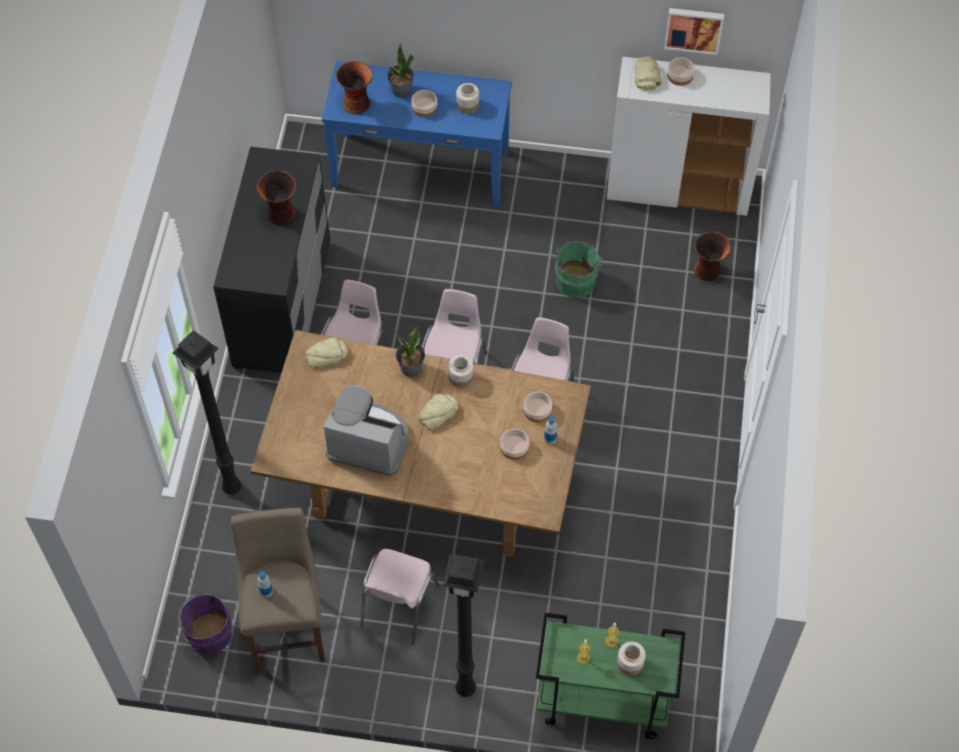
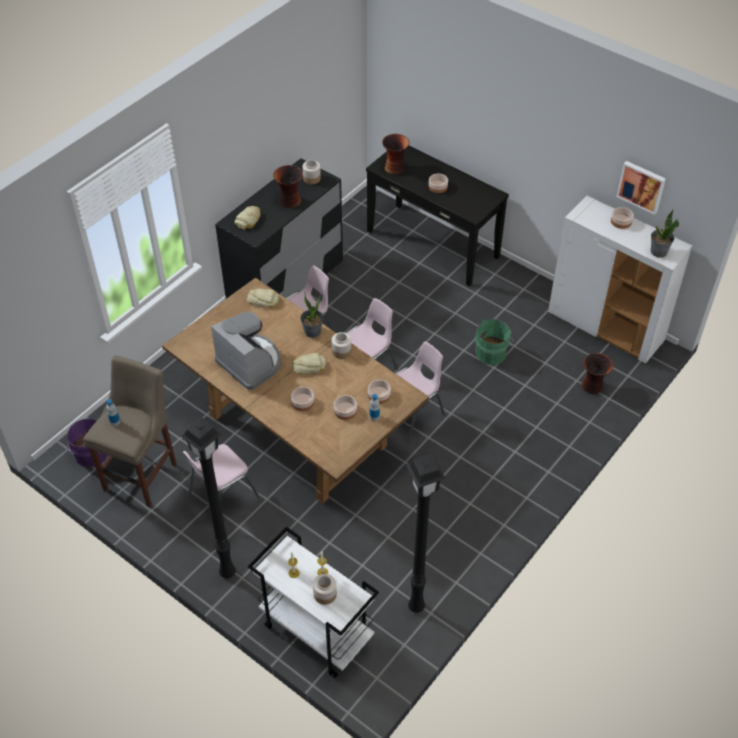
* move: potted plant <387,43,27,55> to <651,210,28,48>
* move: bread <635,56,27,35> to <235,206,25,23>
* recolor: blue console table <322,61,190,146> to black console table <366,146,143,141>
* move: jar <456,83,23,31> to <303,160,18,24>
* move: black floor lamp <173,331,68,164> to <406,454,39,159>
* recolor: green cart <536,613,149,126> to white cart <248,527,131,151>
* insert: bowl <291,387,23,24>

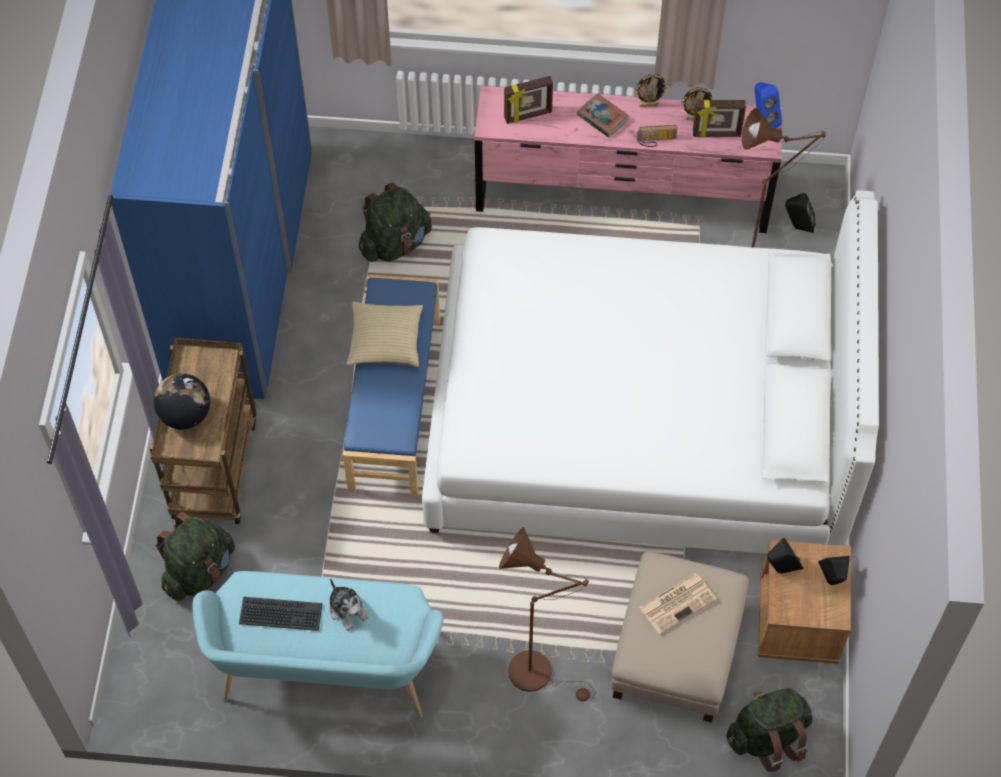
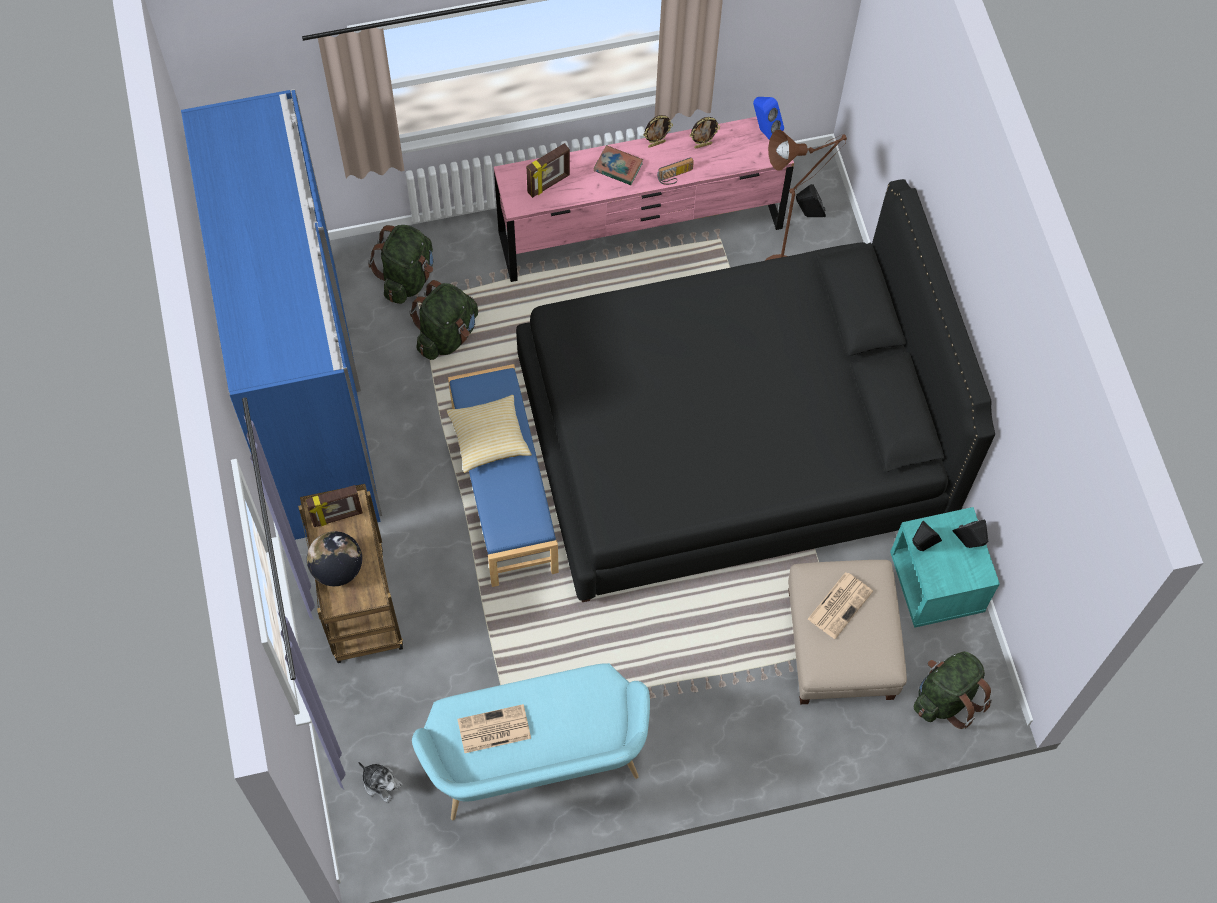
* move: picture frame <693,100,53,38> to <305,485,58,42>
* recolor: white bed <422,190,457,364> to black bed <516,179,479,423>
* move: green backpack <155,512,80,89> to <368,225,66,79>
* delete: brown floor lamp <499,527,97,174>
* recolor: brown nightstand <758,540,93,124> to turquoise nightstand <890,507,110,121>
* move: plush toy <329,578,40,53> to <358,761,45,42>
* replace: keyboard <239,597,84,34> to newspaper <457,704,74,49>

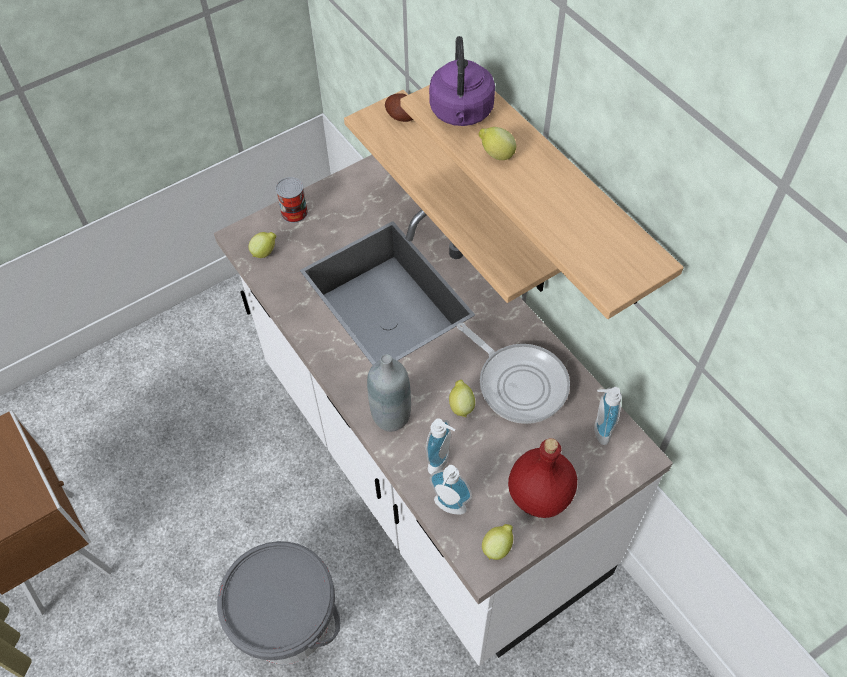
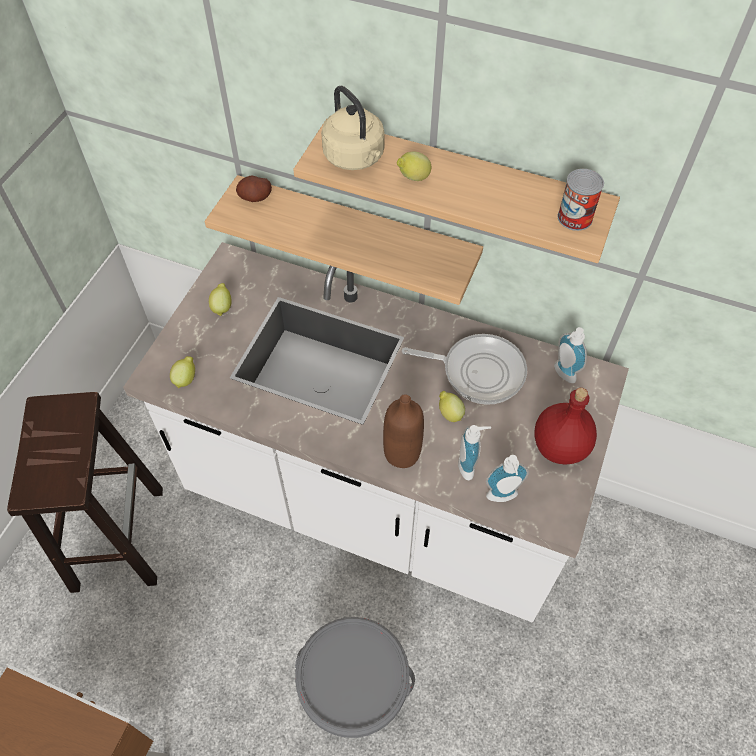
* recolor: purple kettle <429,36,66,90> to beige kettle <321,86,64,84>
* move: can <276,177,32,46> to <557,169,47,62>
* recolor: grey bottle <367,354,44,78> to brown bottle <383,394,41,74>
* move: lemon <482,524,31,36> to <209,283,23,33>
* insert: brown stool <7,392,156,201>

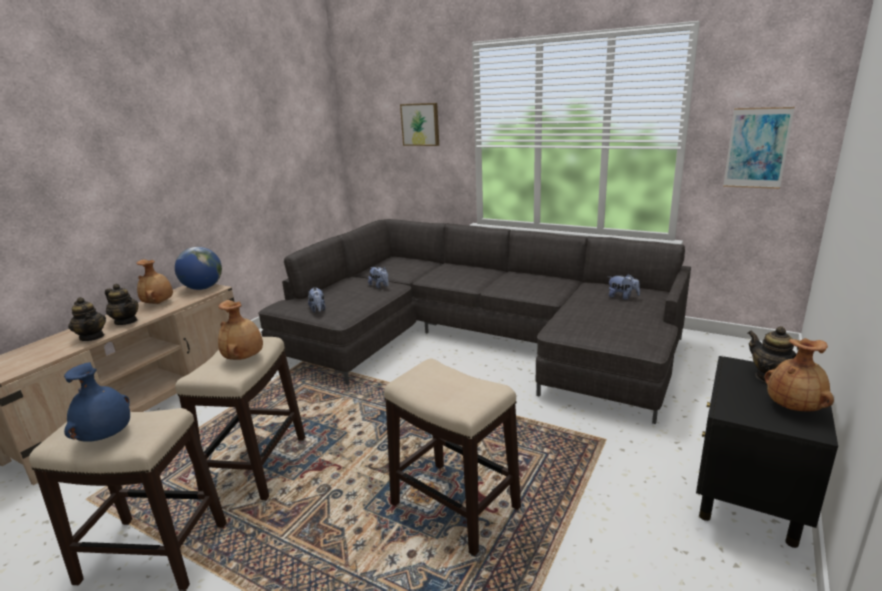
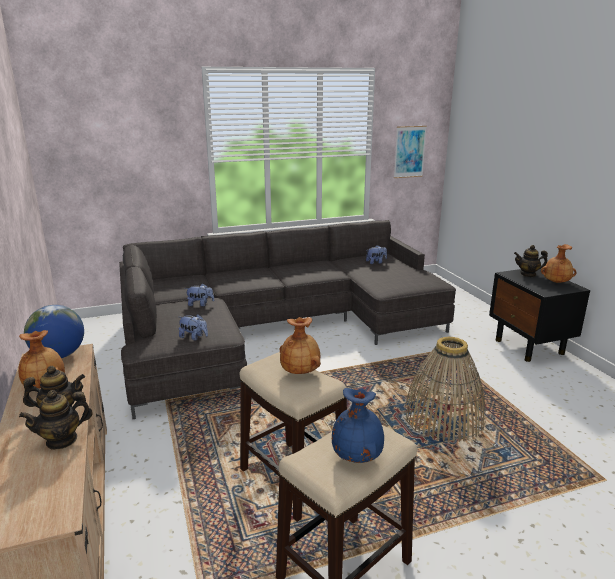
* delete: picture <400,103,39,43>
* rotate: teapot <68,297,38,44> = <19,390,74,60> 150 degrees clockwise
* replace: stool <384,359,137,197> to basket <404,337,82,105>

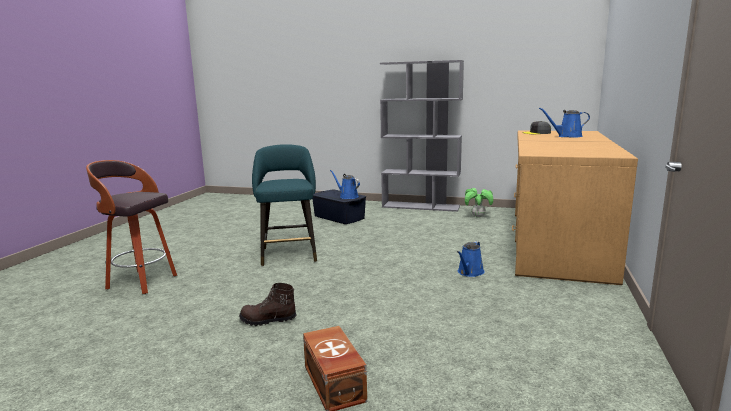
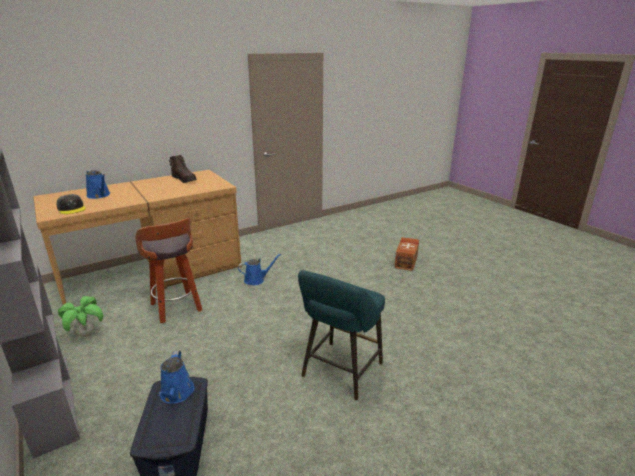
* move: stool <86,160,91,134> to <136,218,67,105>
* move: brown boot <239,283,58,43> to <169,155,28,28>

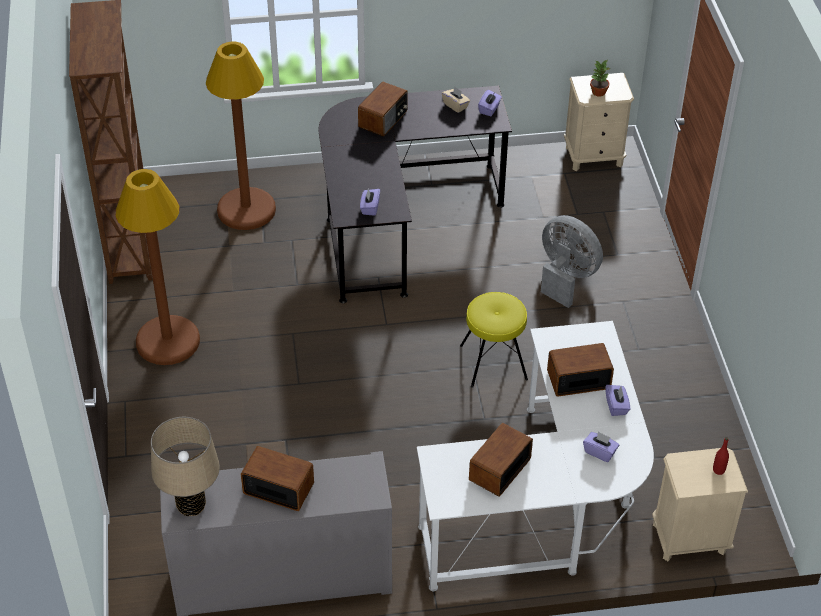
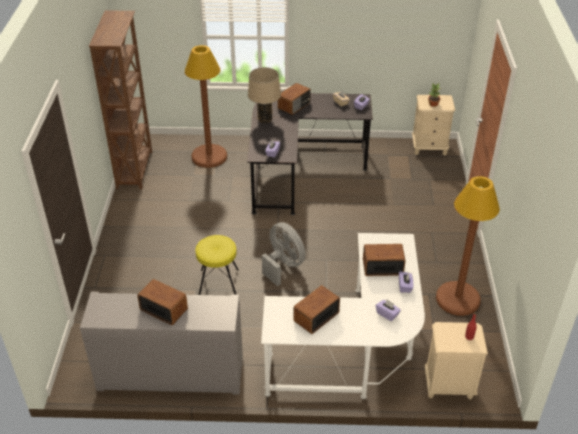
* move: brown floor lamp <115,169,85,196> to <436,176,64,140>
* move: grey fan <541,215,62,93> to <262,222,44,64>
* move: yellow stool <460,292,68,96> to <196,235,43,60>
* move: beige table lamp <151,417,69,99> to <248,67,33,56>

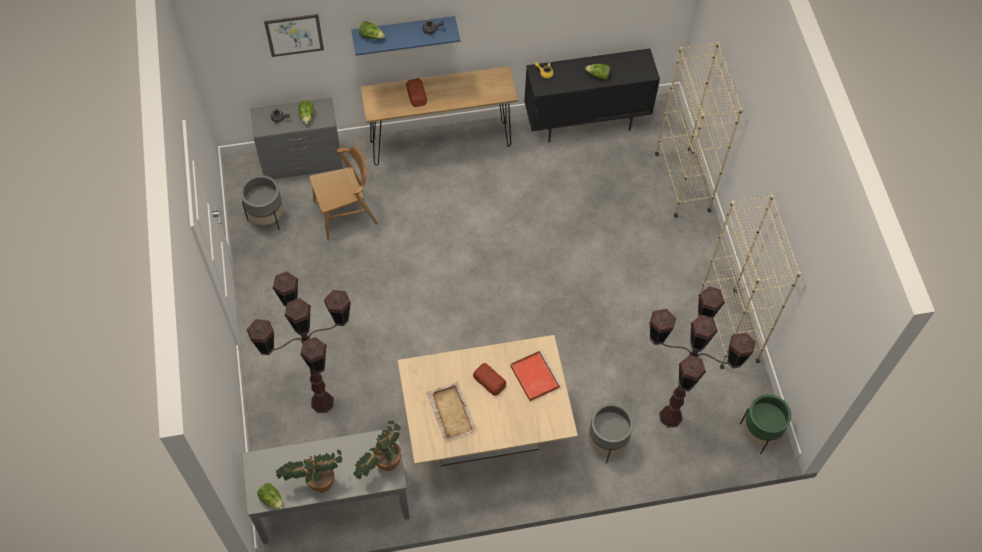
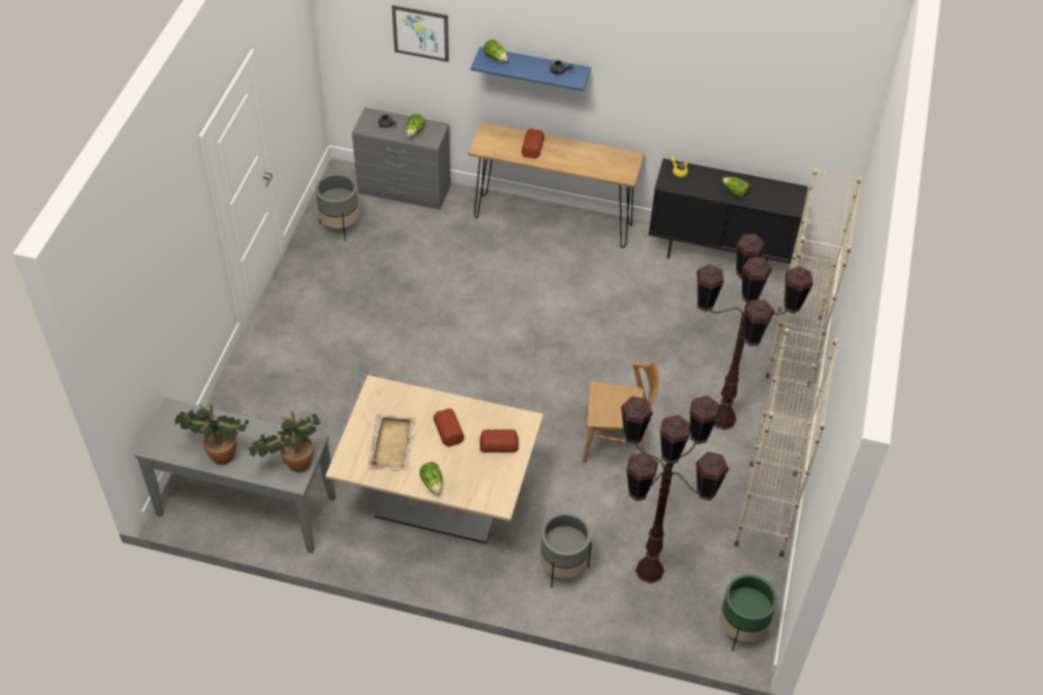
* move: brown chair <309,145,69,95> to <583,361,76,102>
* move: brown floor lamp <247,271,104,142> to <697,234,116,196>
* replace: red tray <510,350,51,51> to bread <480,429,39,23>
* move: lettuce <257,483,26,27> to <420,462,23,32>

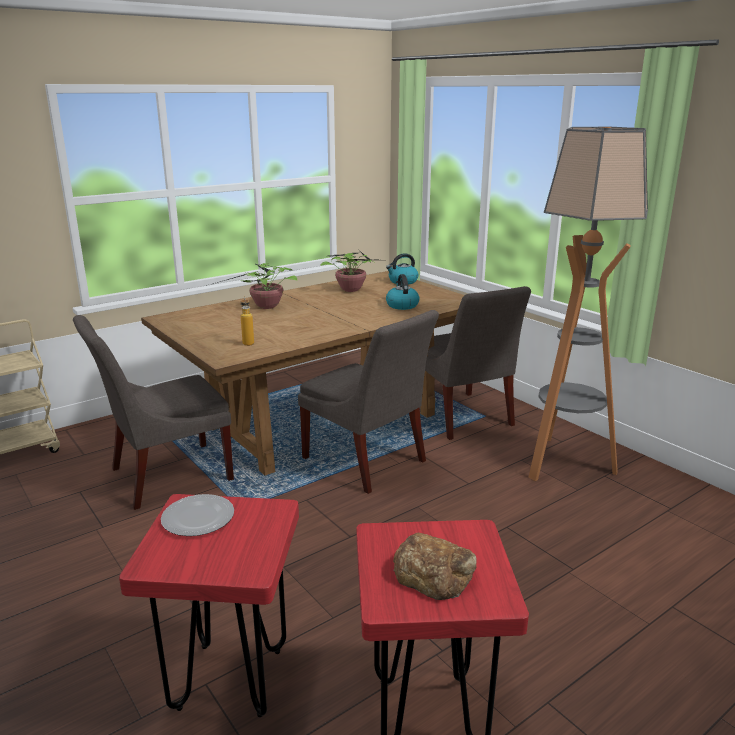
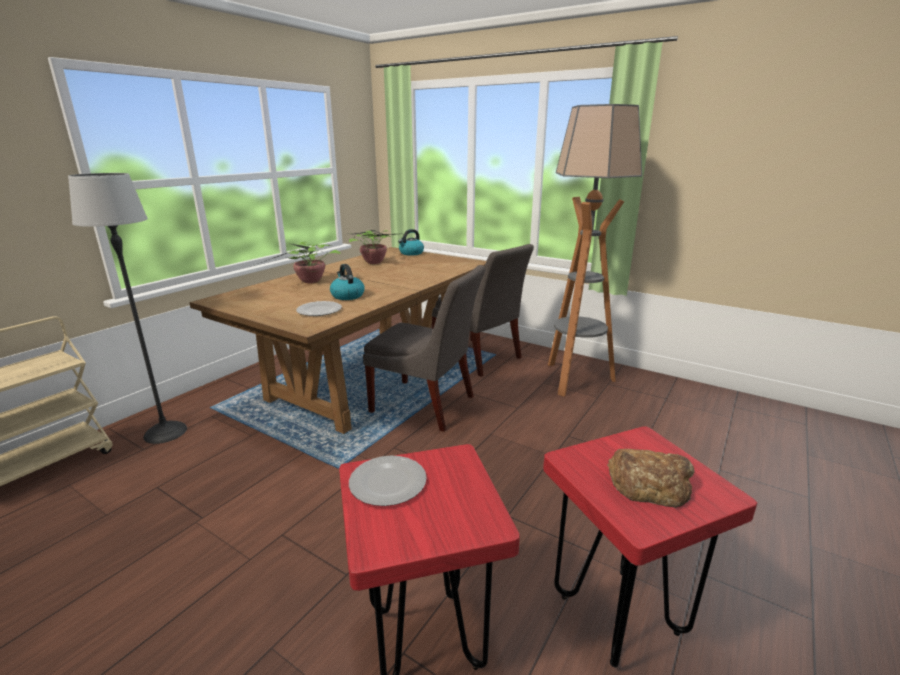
* move: kettle <386,274,34,36> to <330,264,35,36>
* replace: bottle <241,296,13,50> to plate <296,301,46,15>
* delete: grey chair <73,315,161,195>
* insert: floor lamp <68,173,119,271>

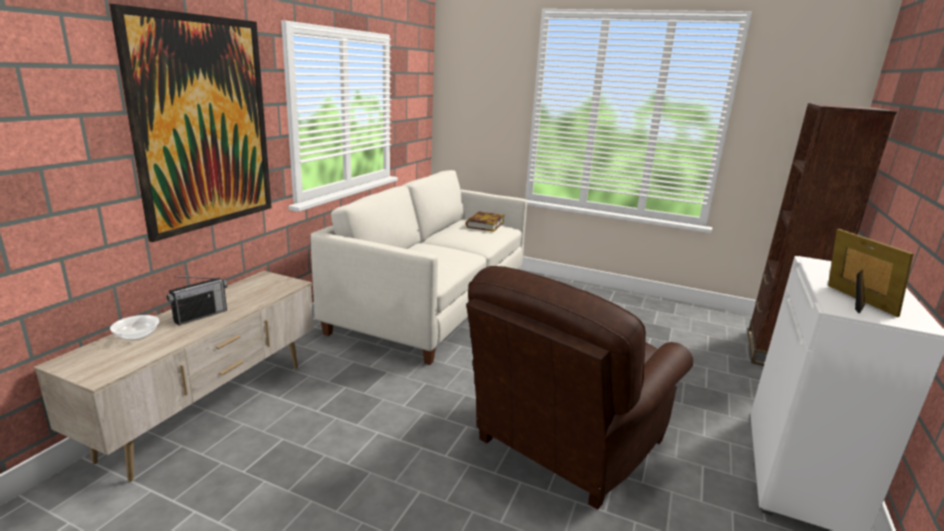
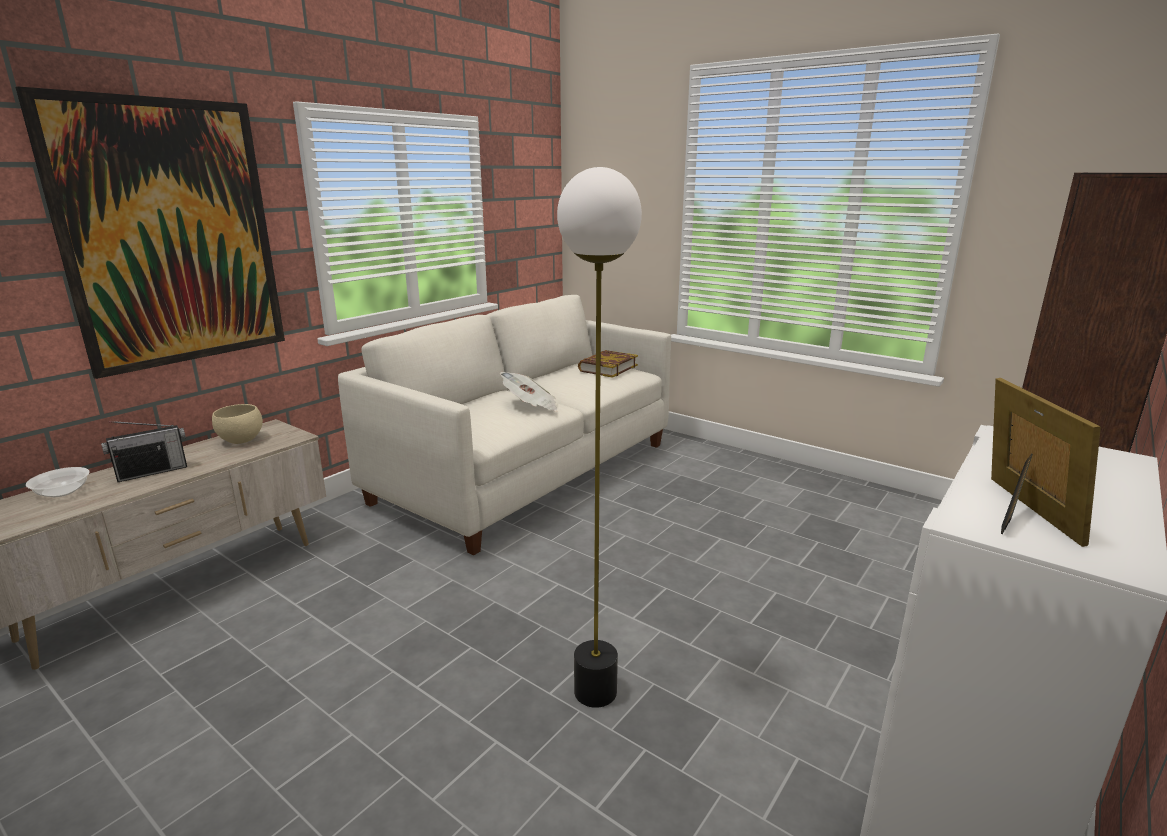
* replace: brown armchair <466,266,227,244> to floor lamp <557,167,85,541>
* insert: newspaper <500,372,57,39>
* insert: beige bowl <212,404,51,40>

